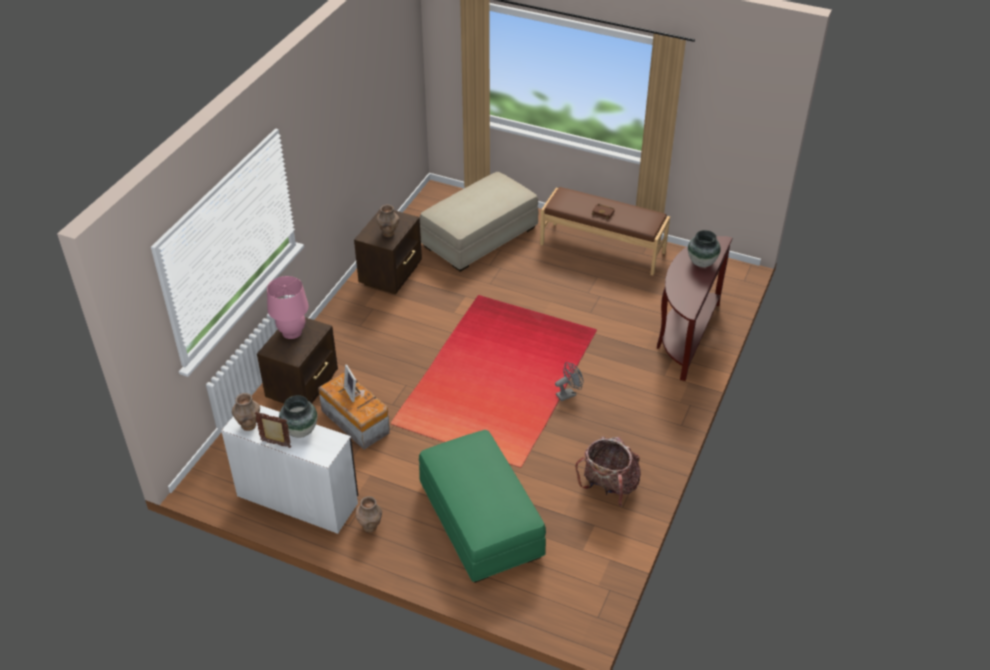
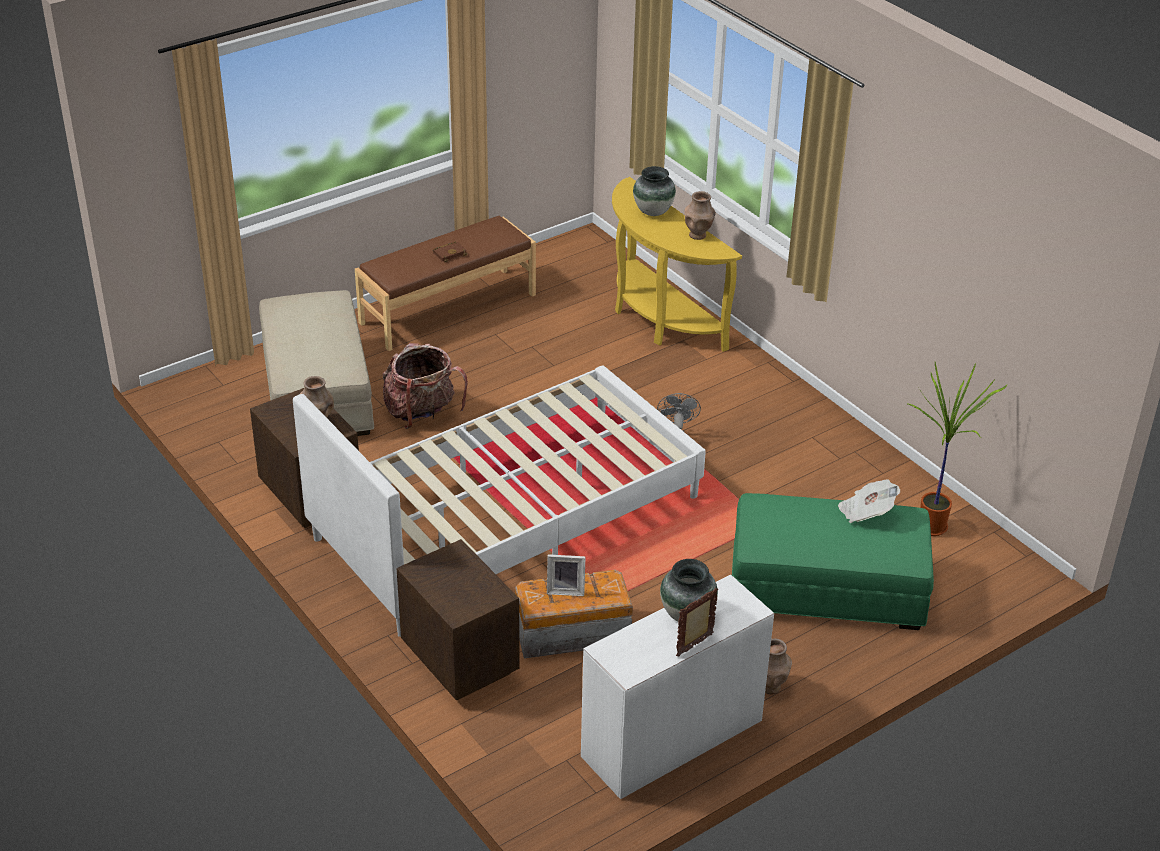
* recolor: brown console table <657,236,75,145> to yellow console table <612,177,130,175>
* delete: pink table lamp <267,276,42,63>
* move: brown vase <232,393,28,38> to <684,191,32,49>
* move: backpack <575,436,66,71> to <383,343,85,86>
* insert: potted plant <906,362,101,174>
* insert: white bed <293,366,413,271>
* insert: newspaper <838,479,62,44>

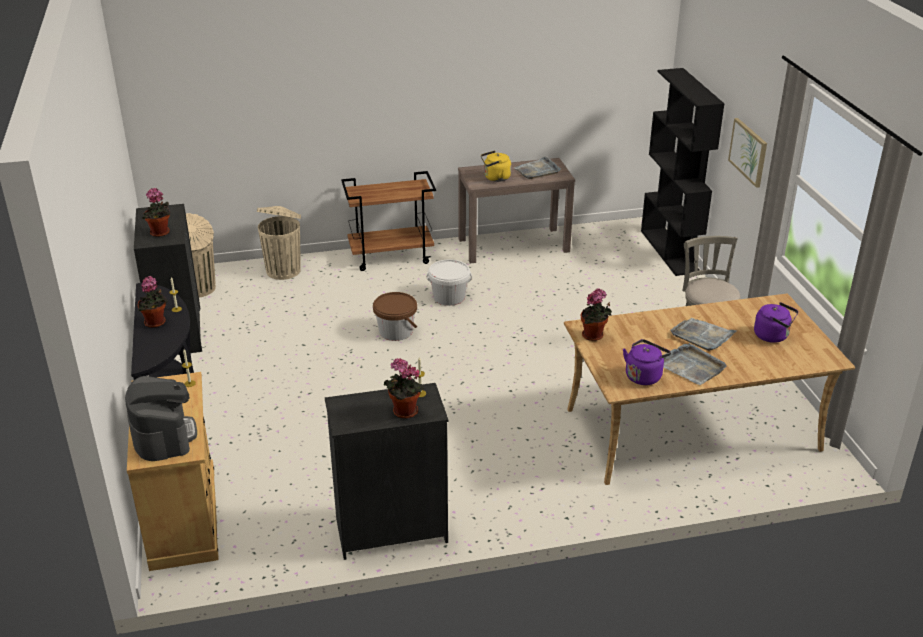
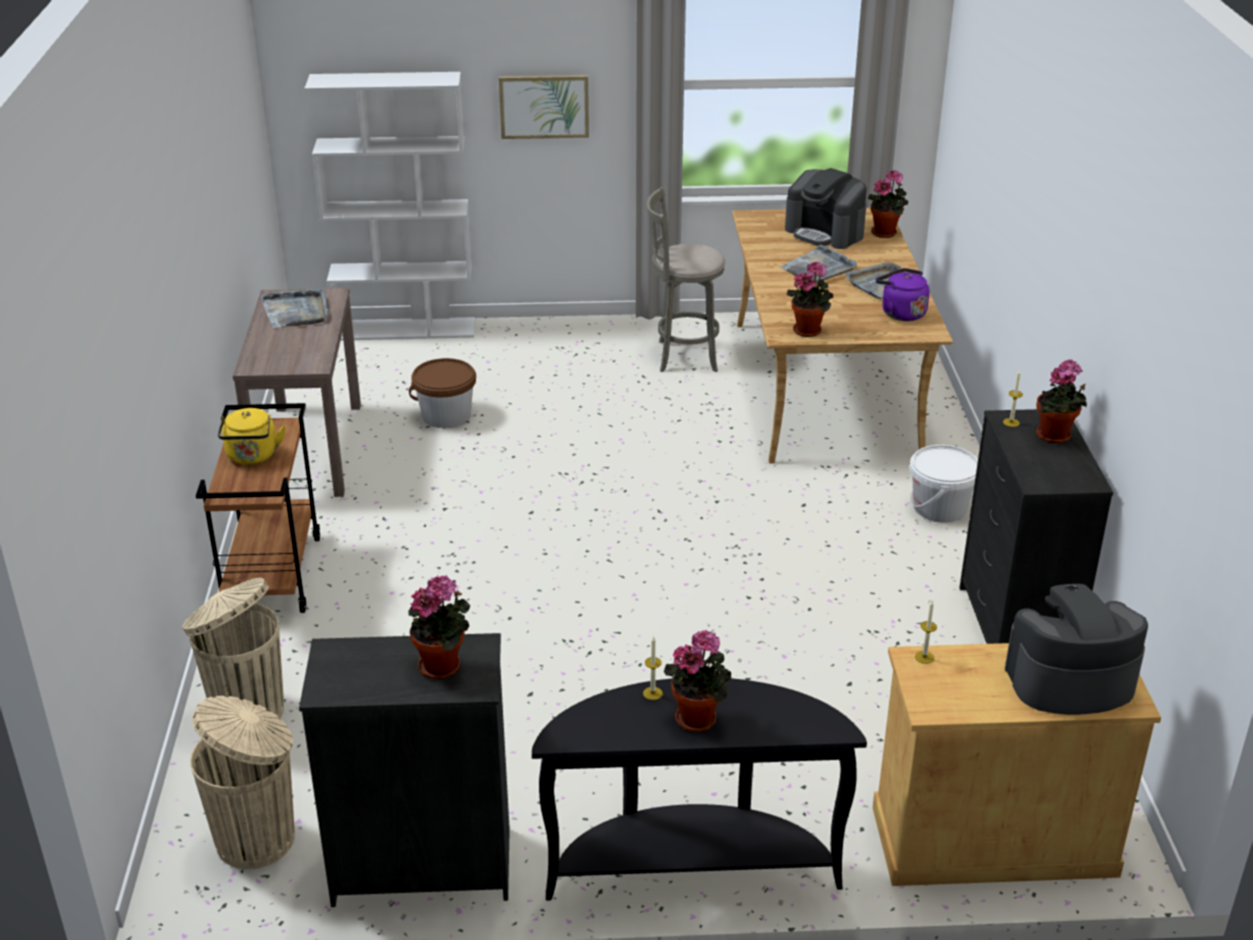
* recolor: black bookcase <641,68,83,208> to white bookcase <304,72,171,269>
* move: yellow kettle <481,151,30,31> to <218,408,68,57>
* move: white bucket <427,259,45,47> to <909,445,69,78>
* move: brown bucket <373,292,44,49> to <409,358,67,70>
* replace: purple kettle <754,302,44,41> to coffee machine <785,168,82,81>
* insert: potted plant <868,170,40,68>

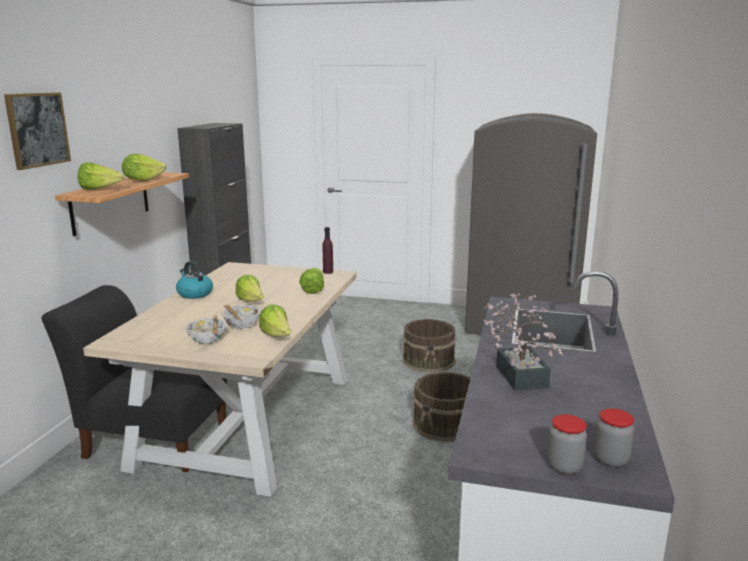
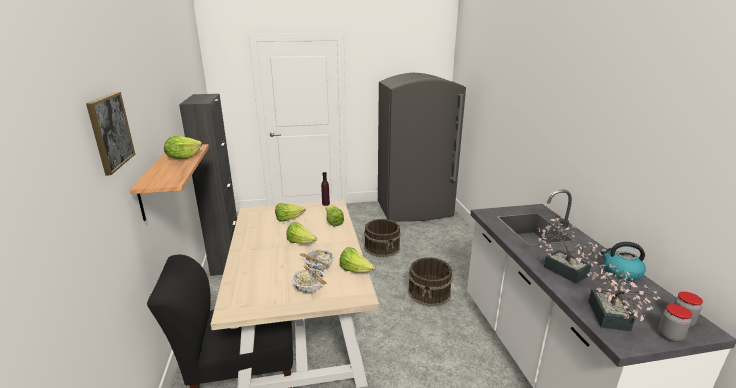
* move: lettuce <78,162,47,28> to <275,203,31,19>
* move: kettle <176,261,37,38> to <600,242,46,39>
* insert: potted plant <587,264,74,67>

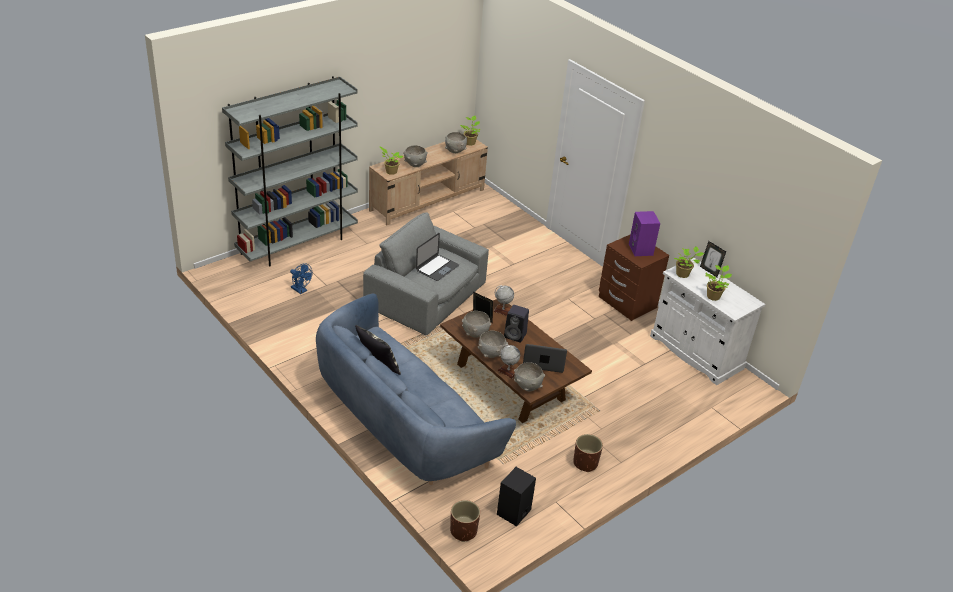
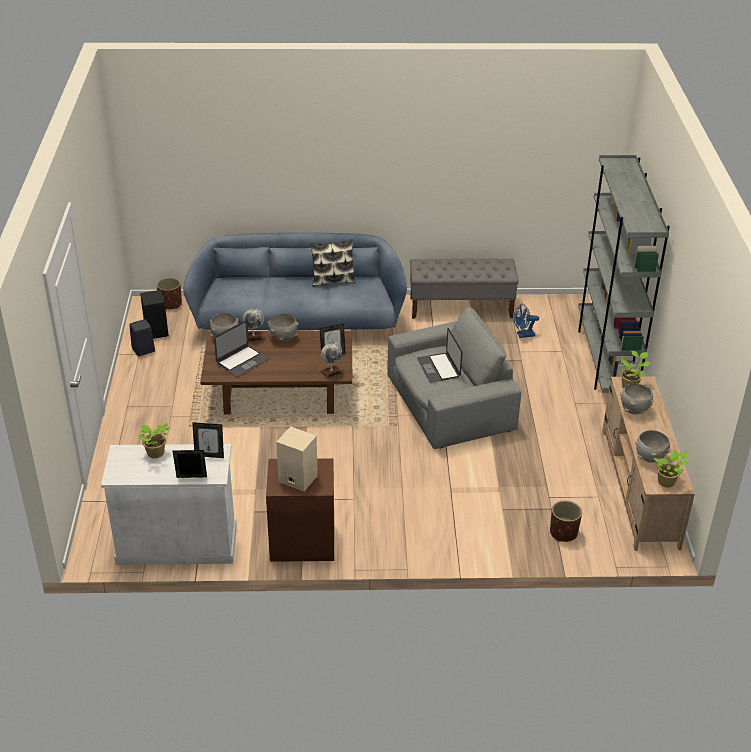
* recolor: purple speaker <629,211,31,45> to beige speaker <276,426,42,66>
* replace: potted plant <674,246,30,32> to picture frame <192,422,32,36>
* move: black speaker <504,305,25,38> to <130,319,25,37>
* delete: grey bowl <462,311,29,27>
* move: brown planter <573,434,30,38> to <550,500,32,42>
* insert: grey bench <410,258,109,61>

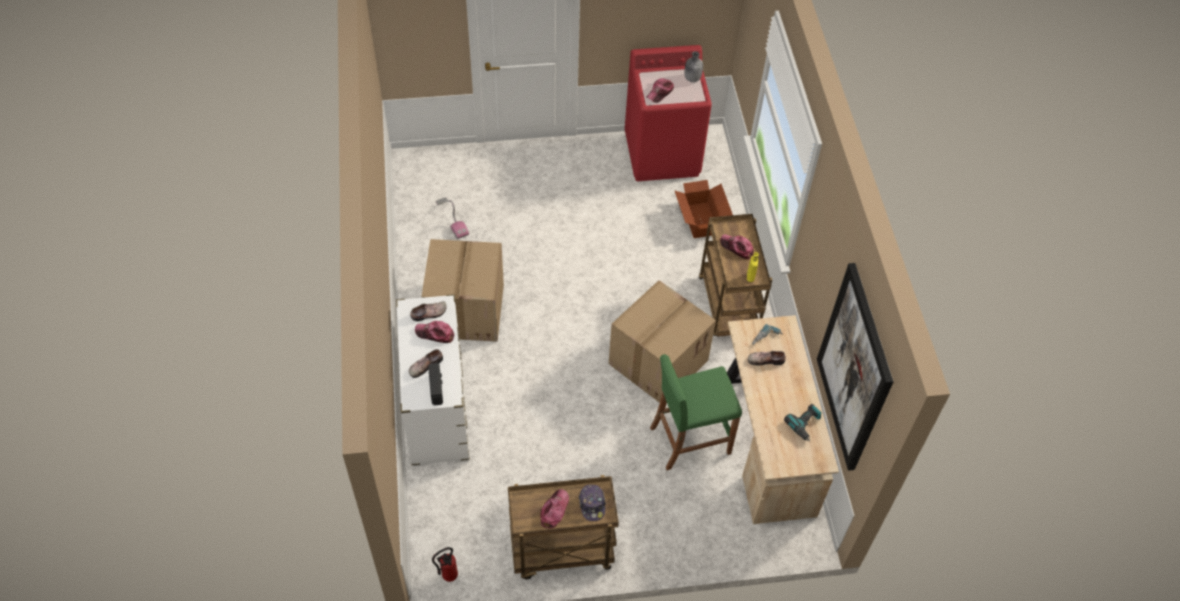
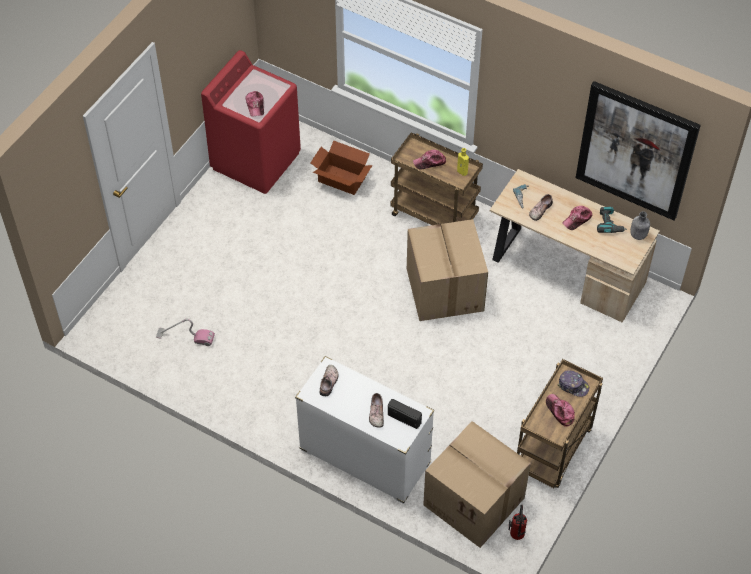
* move: grey bottle <685,51,18,31> to <630,211,20,29>
* move: cardboard box <421,239,83,103> to <423,421,108,127>
* move: cap <415,321,39,22> to <562,206,30,24>
* delete: green stool <650,354,92,116>

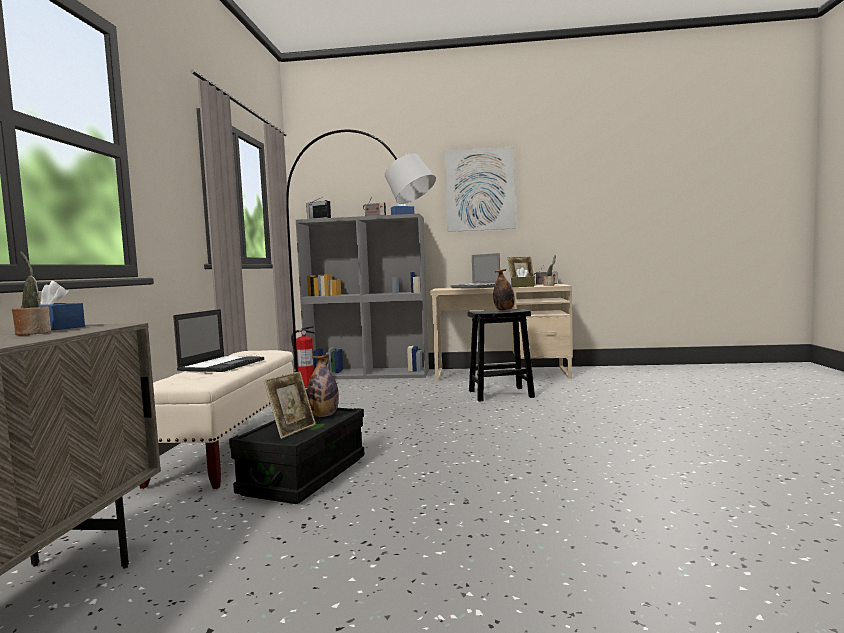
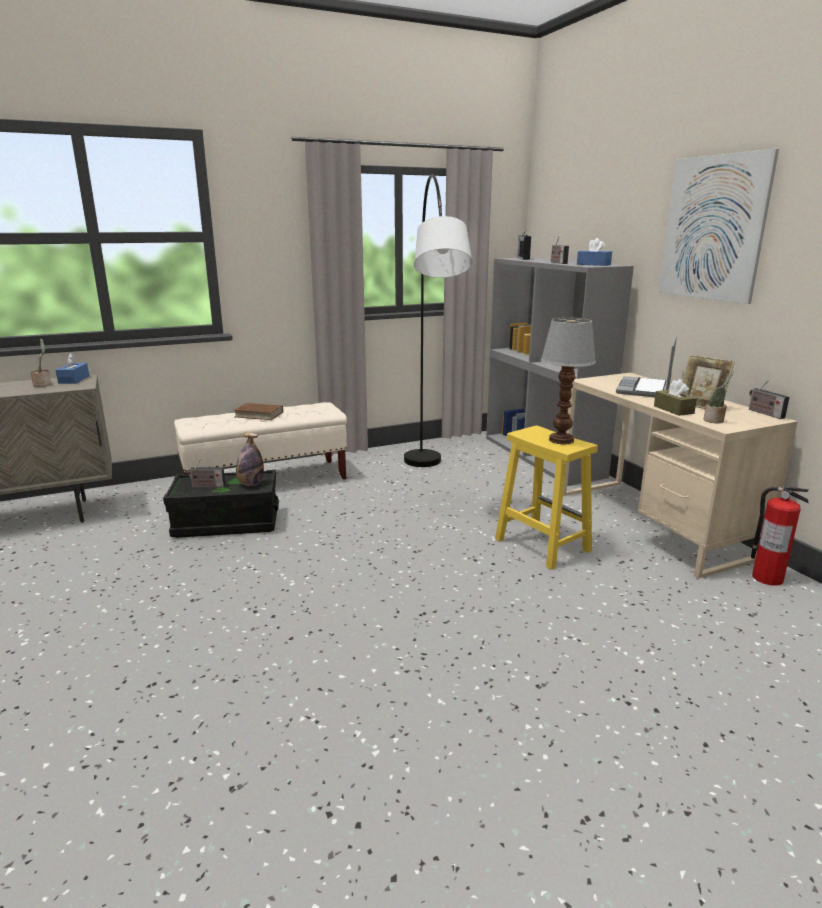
* replace: bottle <493,269,22,42> to table lamp <541,317,55,127>
* replace: laptop <173,309,91,63> to brown book <234,403,49,17>
* recolor: black stool <468,309,67,93> to yellow stool <495,426,103,144>
* move: fire extinguisher <291,326,24,62> to <751,486,58,100>
* replace: picture frame <264,371,52,68> to radio <187,459,38,28>

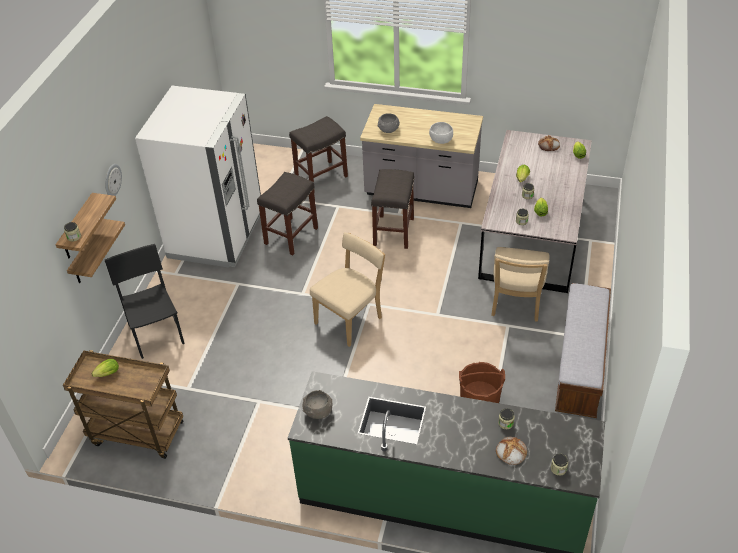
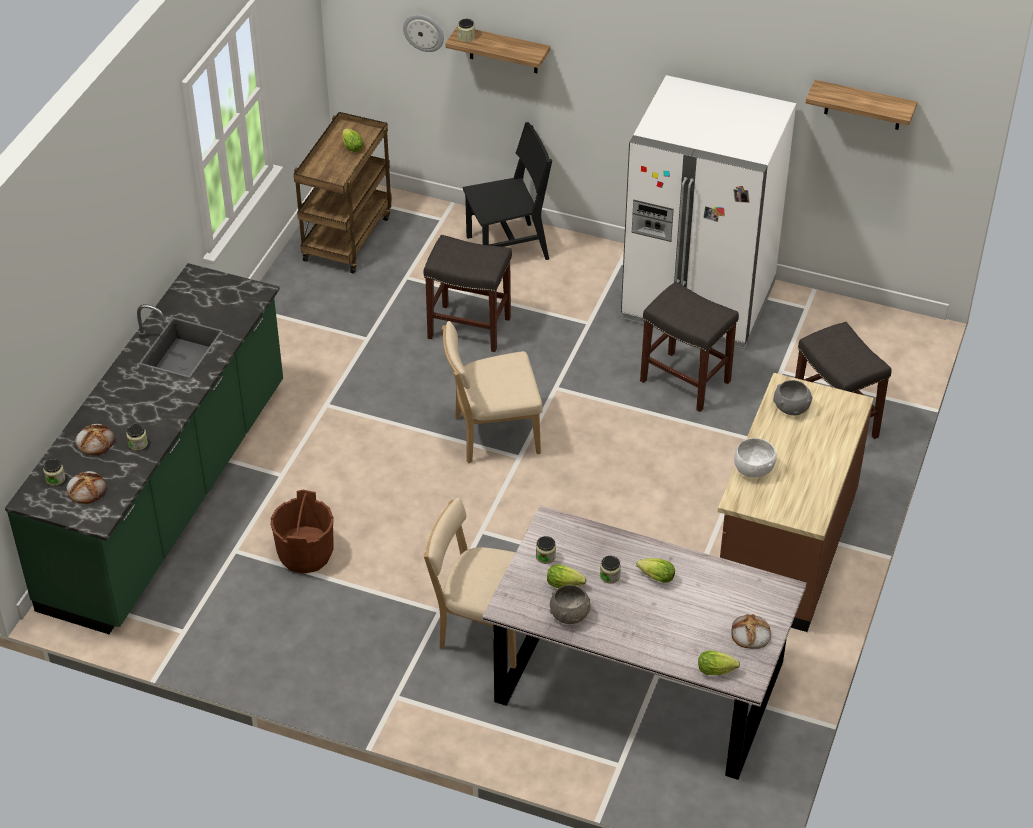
* recolor: grey counter <360,104,123,104> to brown counter <718,373,156,259>
* move: wall clock <105,164,17,32> to <403,14,41,38>
* move: grey stool <371,169,43,80> to <424,235,88,117>
* move: shelf <67,219,58,64> to <806,80,111,50>
* rotate: beige chair <310,232,75,115> = <442,321,100,142> 120 degrees clockwise
* delete: bench <555,283,56,135>
* move: grey bowl <303,390,29,29> to <550,585,41,39>
* insert: bread <66,471,41,33>

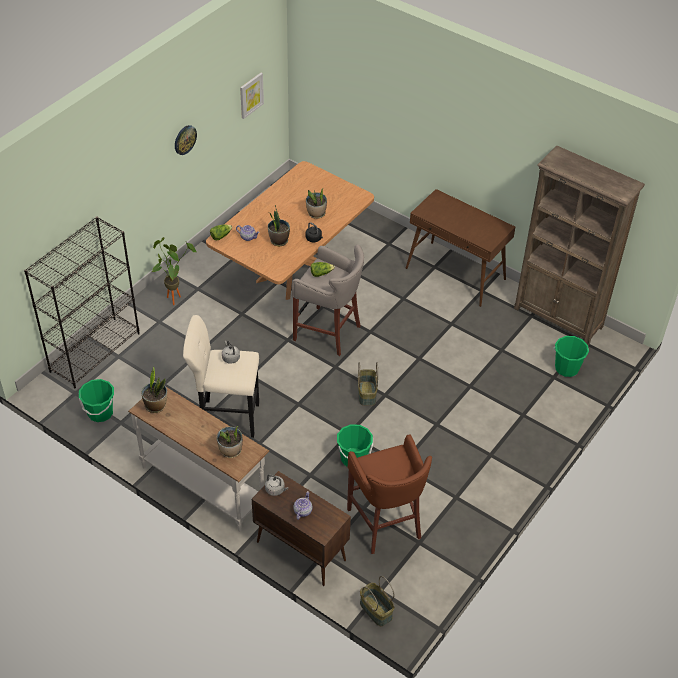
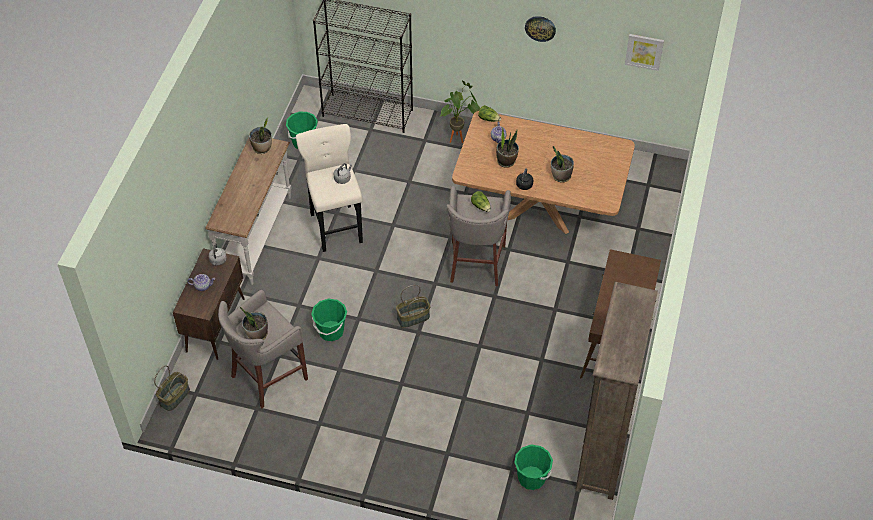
* move: potted plant <217,426,26,32> to <240,307,28,33>
* recolor: brown stool <347,434,85,120> to grey stool <218,290,90,119>

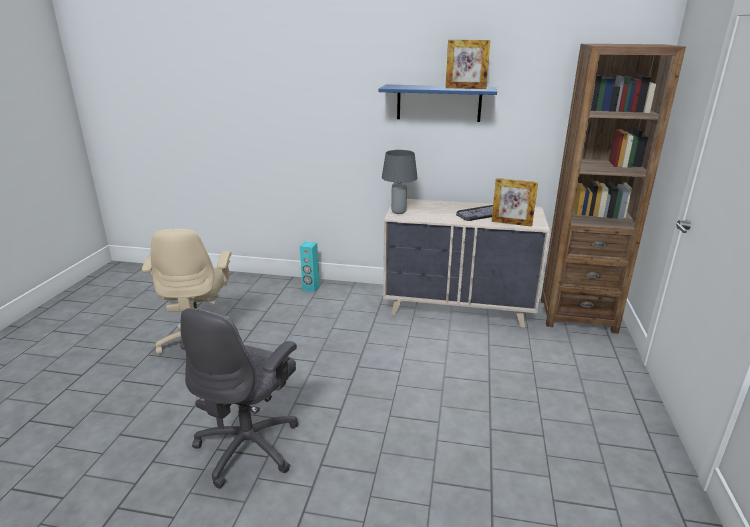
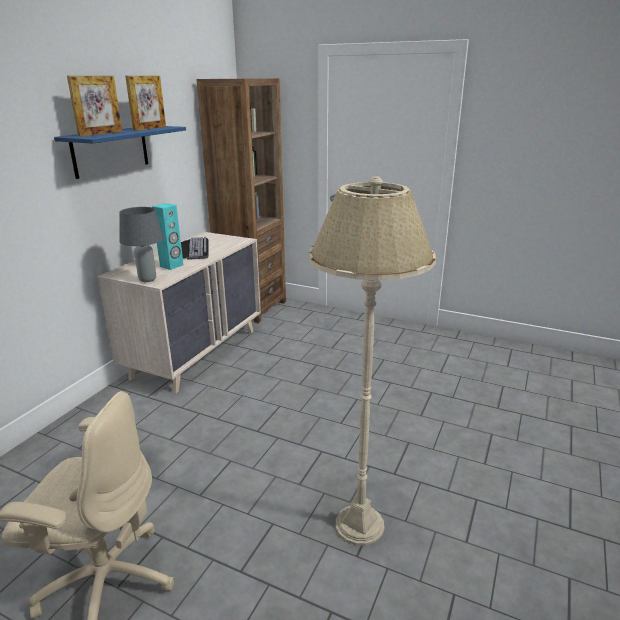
* move: picture frame <491,178,47,49> to <67,76,55,60>
* move: turquoise speaker <300,241,20,51> to <152,203,32,67>
* replace: grey office chair <180,308,118,180> to beige floor lamp <308,176,128,370>

